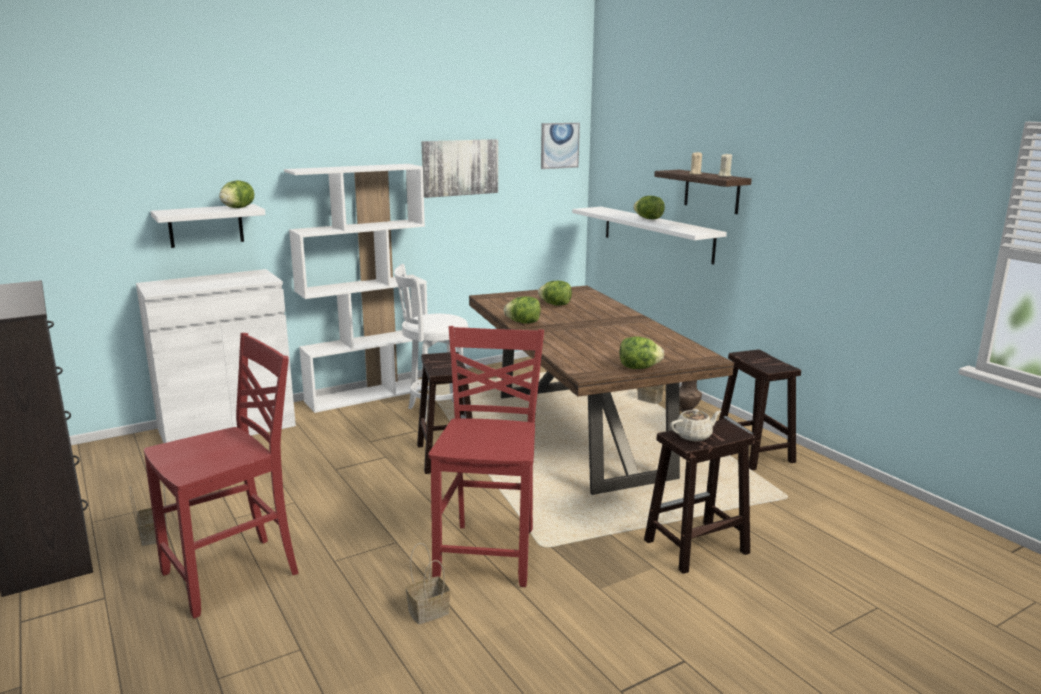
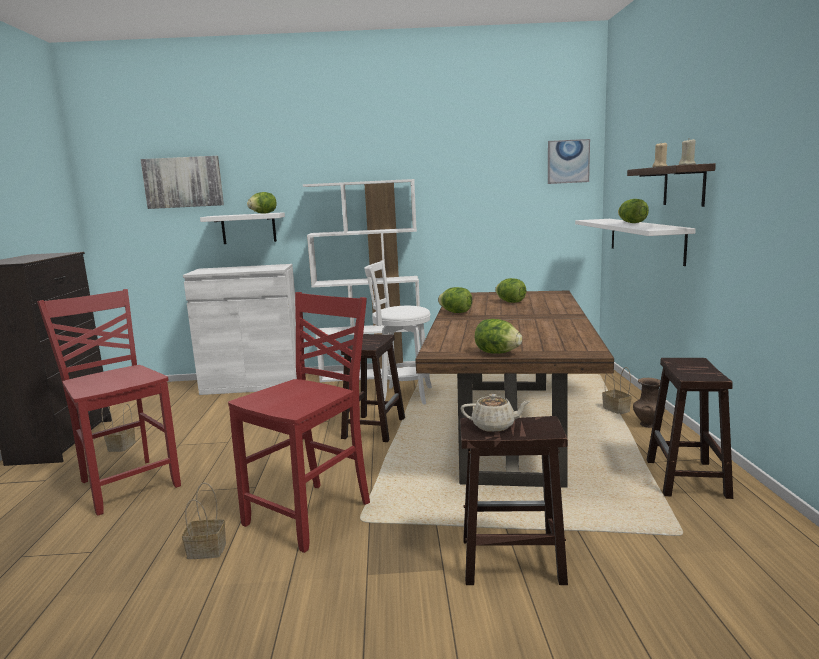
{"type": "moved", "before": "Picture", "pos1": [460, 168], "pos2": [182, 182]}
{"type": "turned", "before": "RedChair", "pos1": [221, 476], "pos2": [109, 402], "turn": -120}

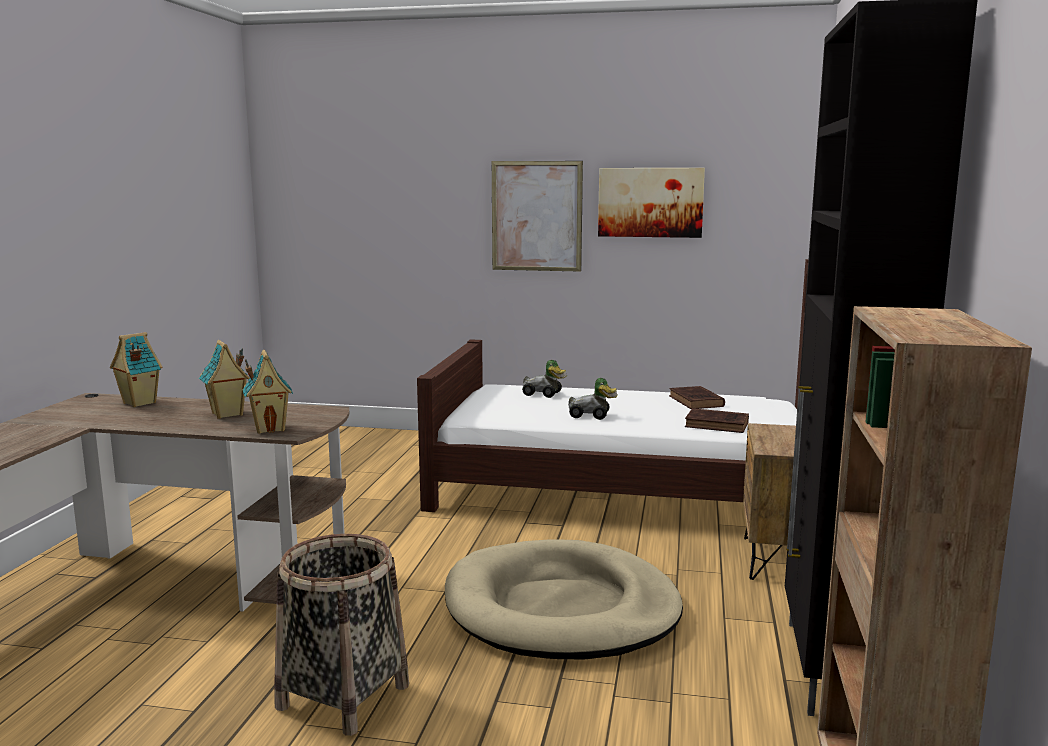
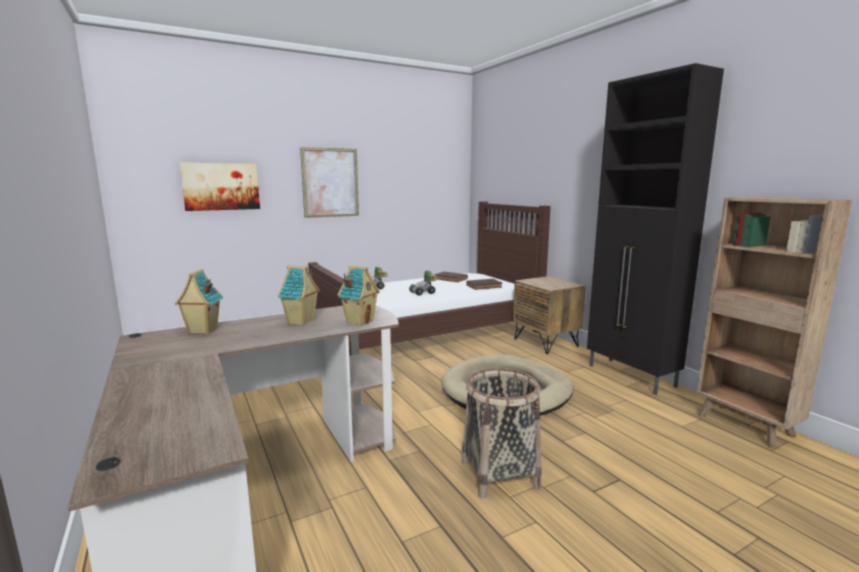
{"type": "moved", "before": "Picture", "pos1": [651, 203], "pos2": [220, 187]}

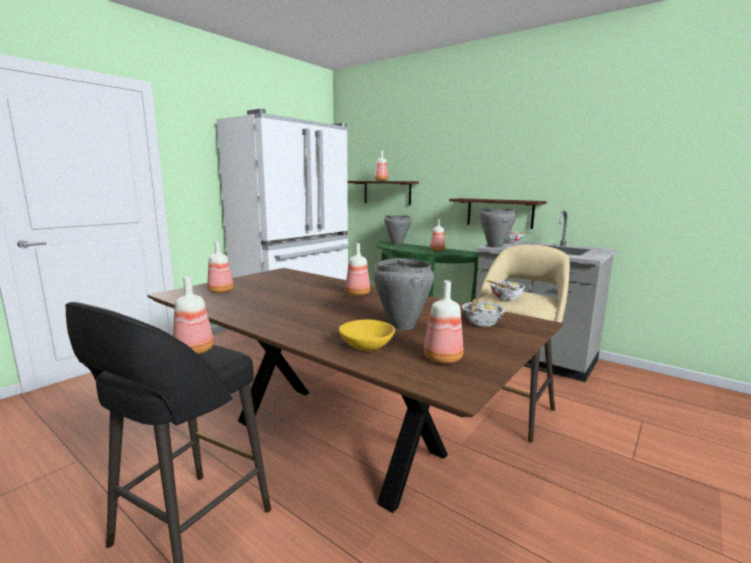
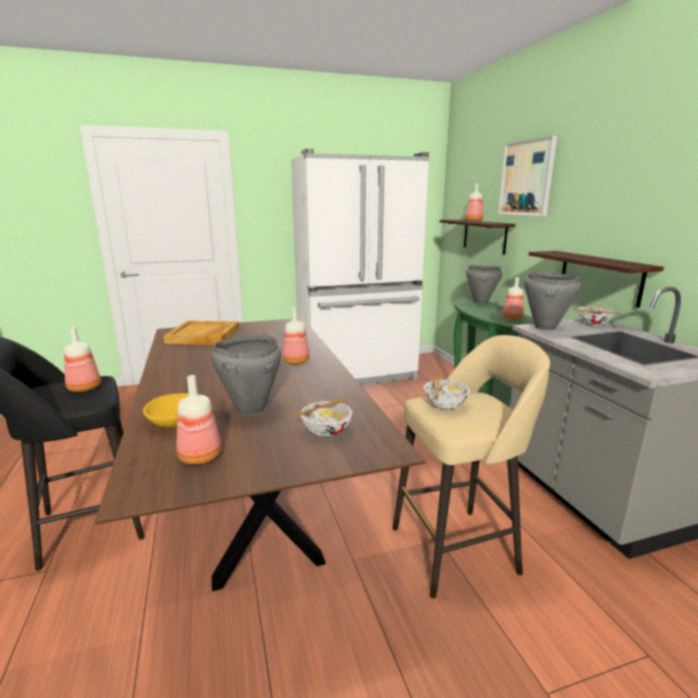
{"type": "added", "after": "Picture", "pos2": [527, 176]}
{"type": "replaced", "before": "Bottle", "after": "BeigeTray", "pos1": [220, 267], "pos2": [201, 333]}

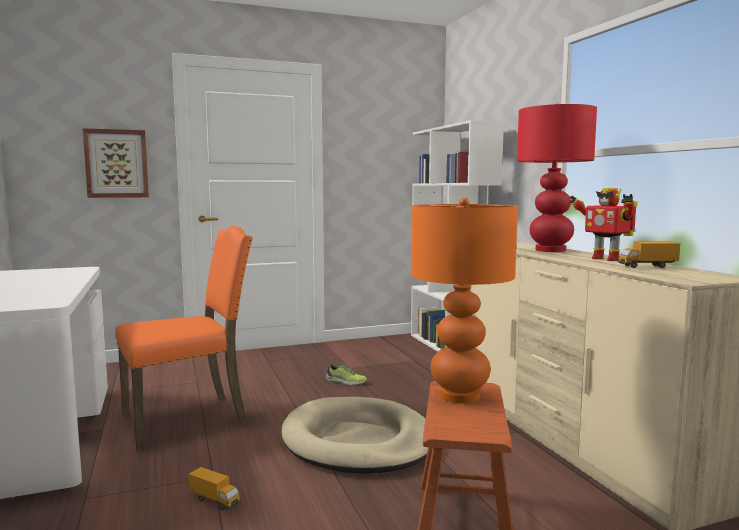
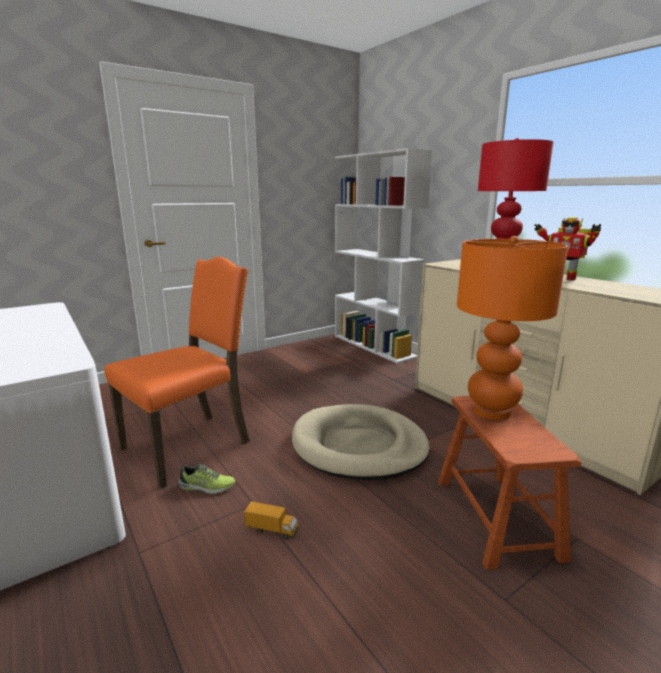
{"type": "removed", "before": "Picture", "pos1": [116, 163]}
{"type": "removed", "before": "ToyTruck", "pos1": [649, 255]}
{"type": "moved", "before": "Shoe", "pos1": [346, 374], "pos2": [206, 479]}

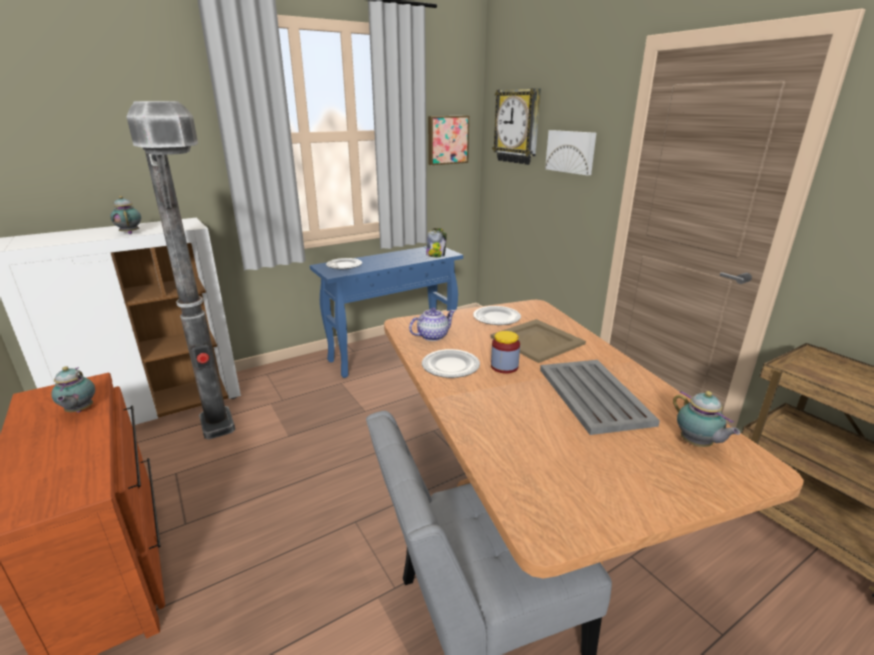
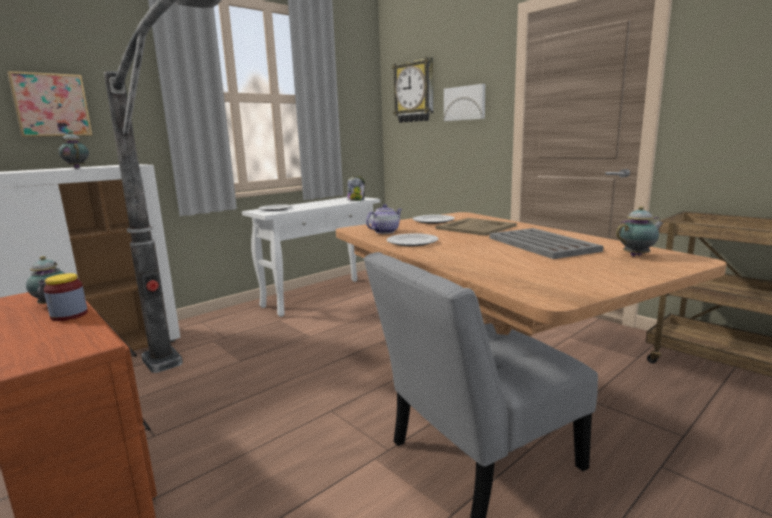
{"type": "moved", "before": "Picture", "pos1": [448, 140], "pos2": [50, 104]}
{"type": "moved", "before": "Jar", "pos1": [505, 352], "pos2": [66, 297]}
{"type": "recoloured", "before": "BlueConsoleTable", "after": "WhiteConsoleTable", "pos1": [386, 312], "pos2": [311, 257]}
{"type": "turned", "before": "Teapot", "pos1": [706, 419], "pos2": [640, 231], "turn": -75}

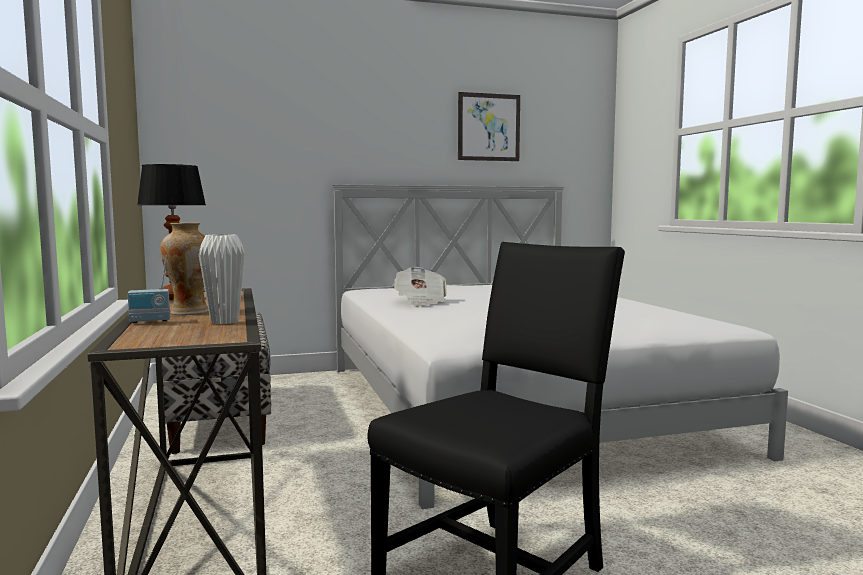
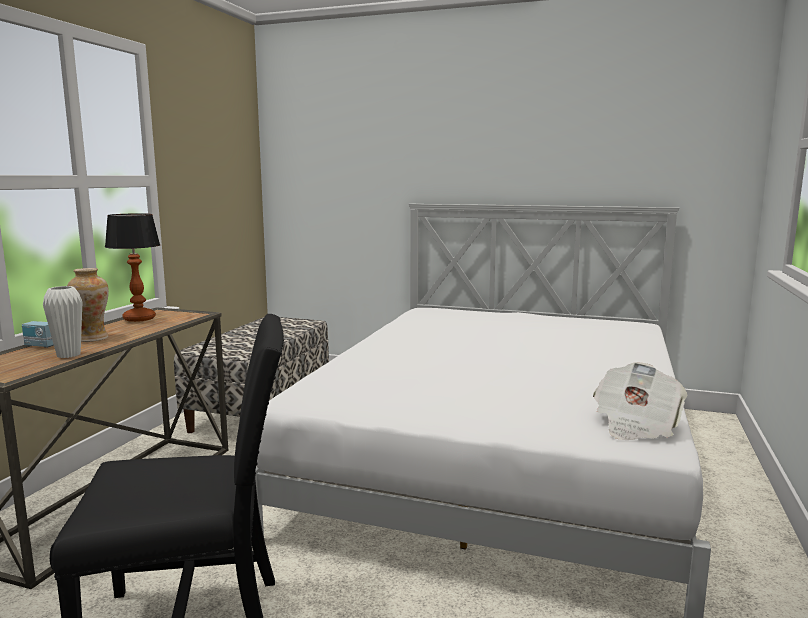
{"type": "removed", "before": "Picture", "pos1": [489, 126]}
{"type": "moved", "before": "Newspaper", "pos1": [420, 286], "pos2": [640, 401]}

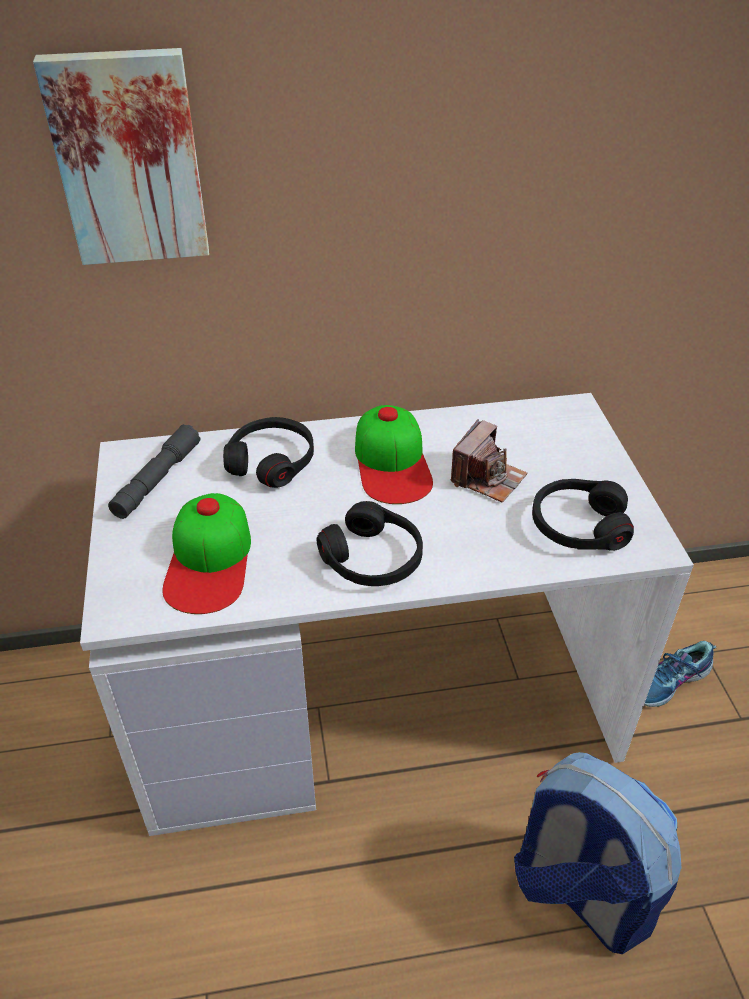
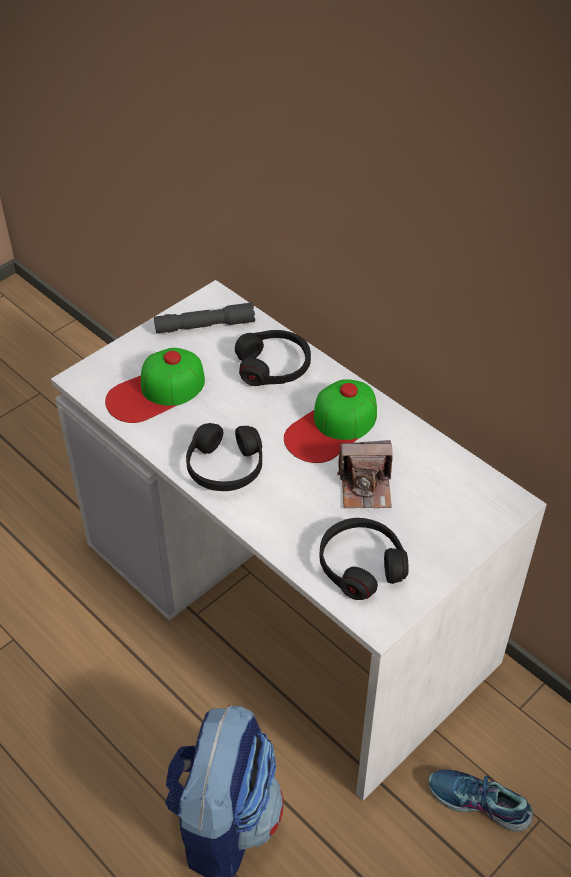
{"type": "removed", "before": "Picture", "pos1": [121, 156]}

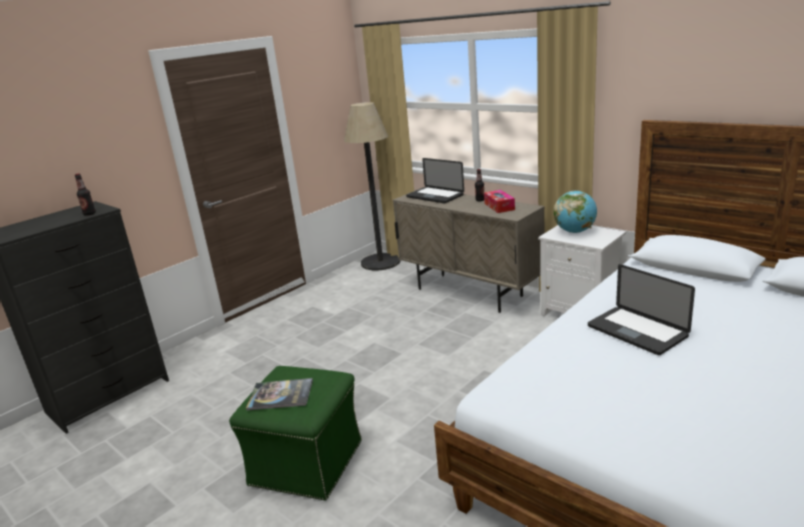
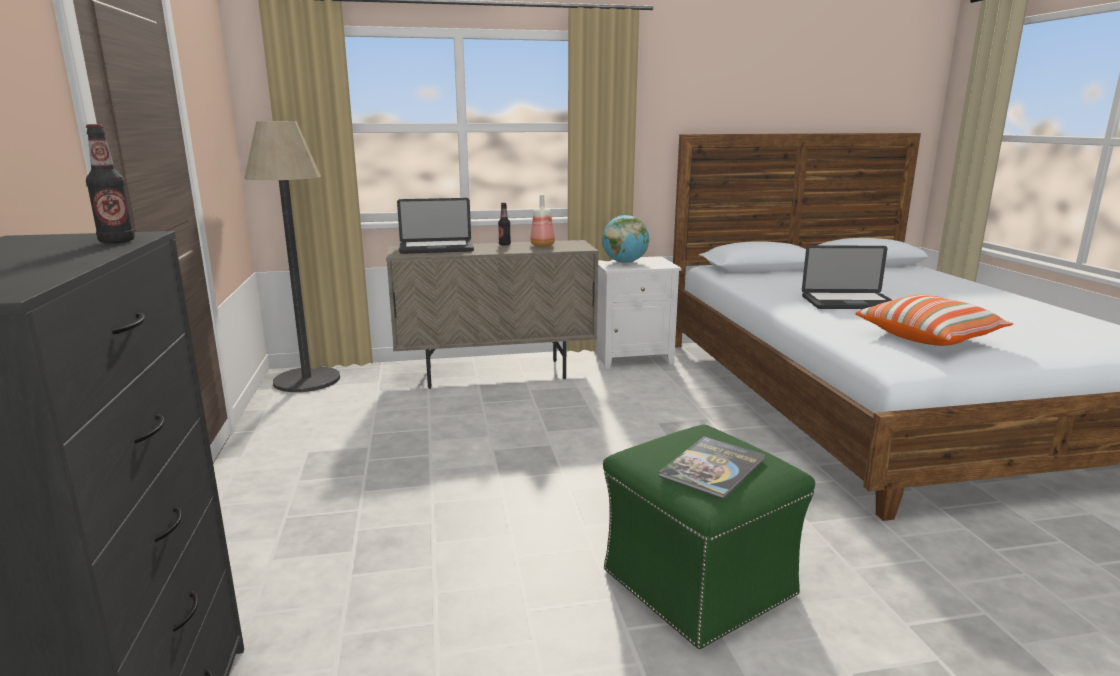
{"type": "added", "after": "Pillow", "pos2": [934, 320]}
{"type": "replaced", "before": "TissueBox", "after": "Bottle", "pos1": [499, 201], "pos2": [542, 221]}

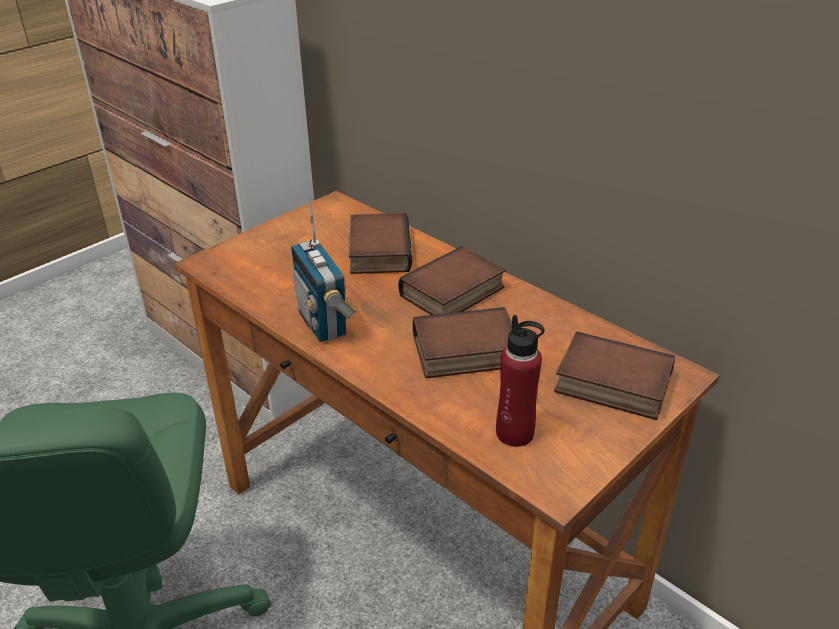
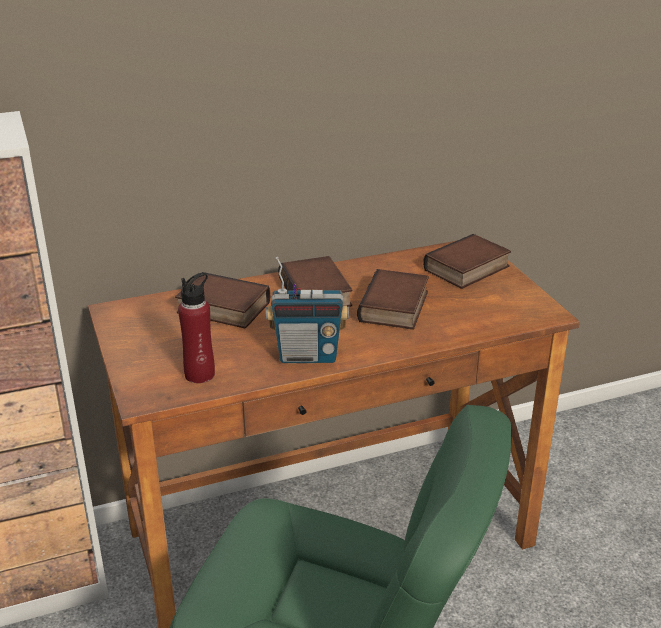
{"type": "moved", "before": "RedBottle", "pos1": [520, 381], "pos2": [196, 328]}

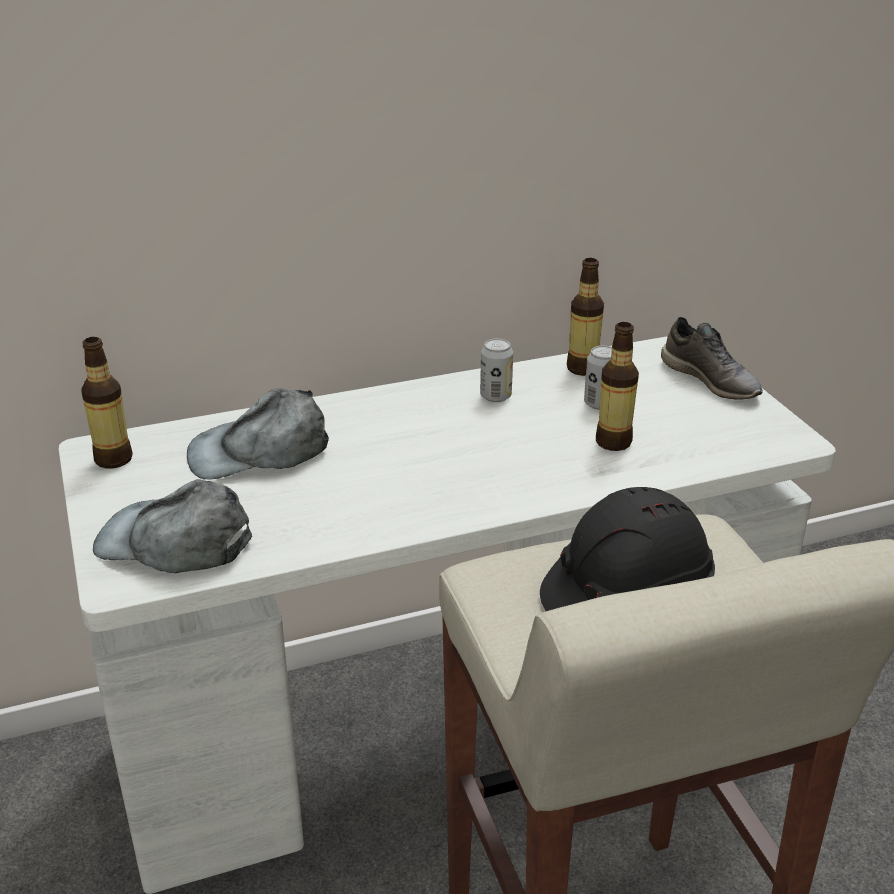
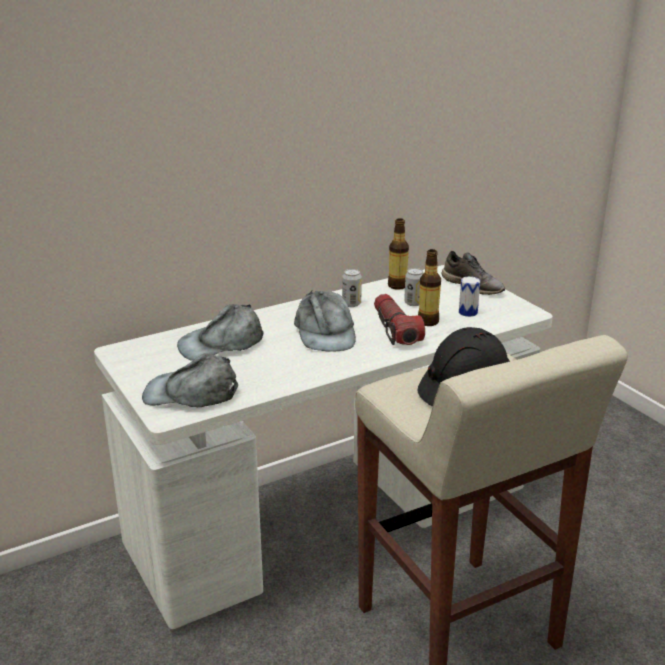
{"type": "removed", "before": "Bottle", "pos1": [107, 403]}
{"type": "added", "after": "GreyCap", "pos2": [325, 321]}
{"type": "added", "after": "Flashlight", "pos2": [399, 319]}
{"type": "added", "after": "Can", "pos2": [469, 296]}

